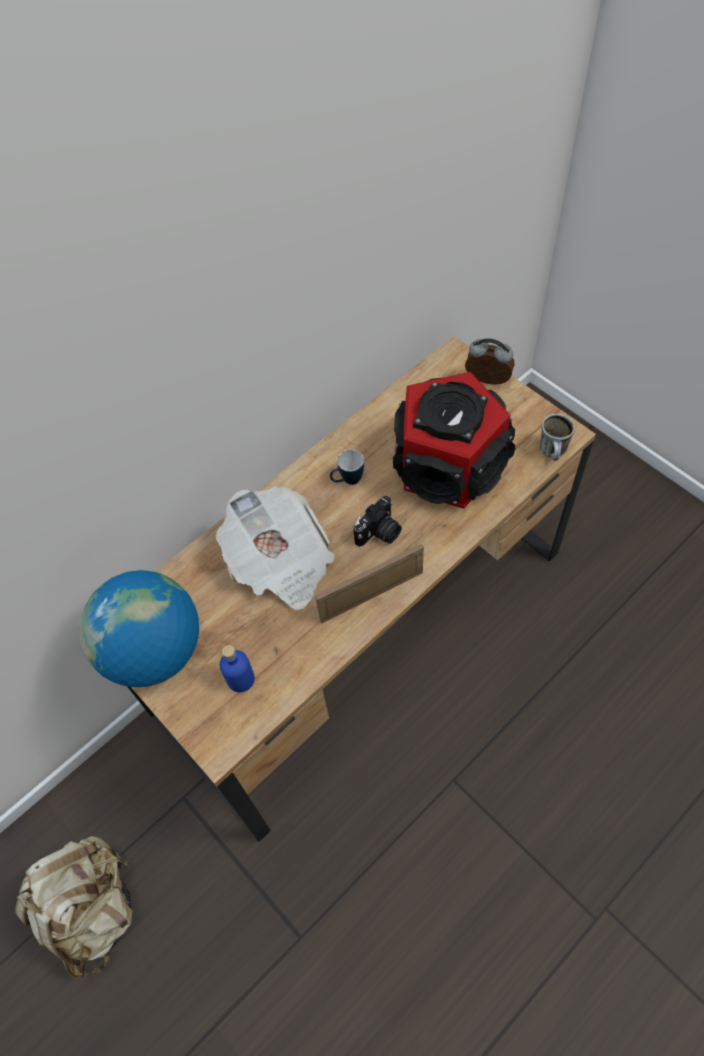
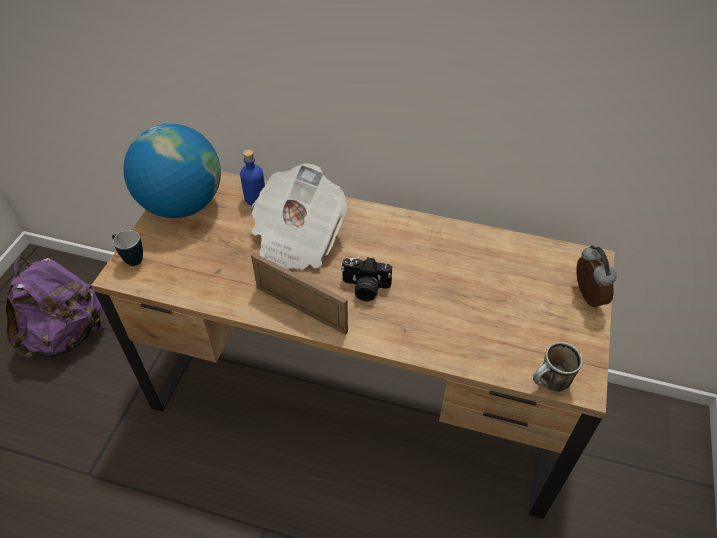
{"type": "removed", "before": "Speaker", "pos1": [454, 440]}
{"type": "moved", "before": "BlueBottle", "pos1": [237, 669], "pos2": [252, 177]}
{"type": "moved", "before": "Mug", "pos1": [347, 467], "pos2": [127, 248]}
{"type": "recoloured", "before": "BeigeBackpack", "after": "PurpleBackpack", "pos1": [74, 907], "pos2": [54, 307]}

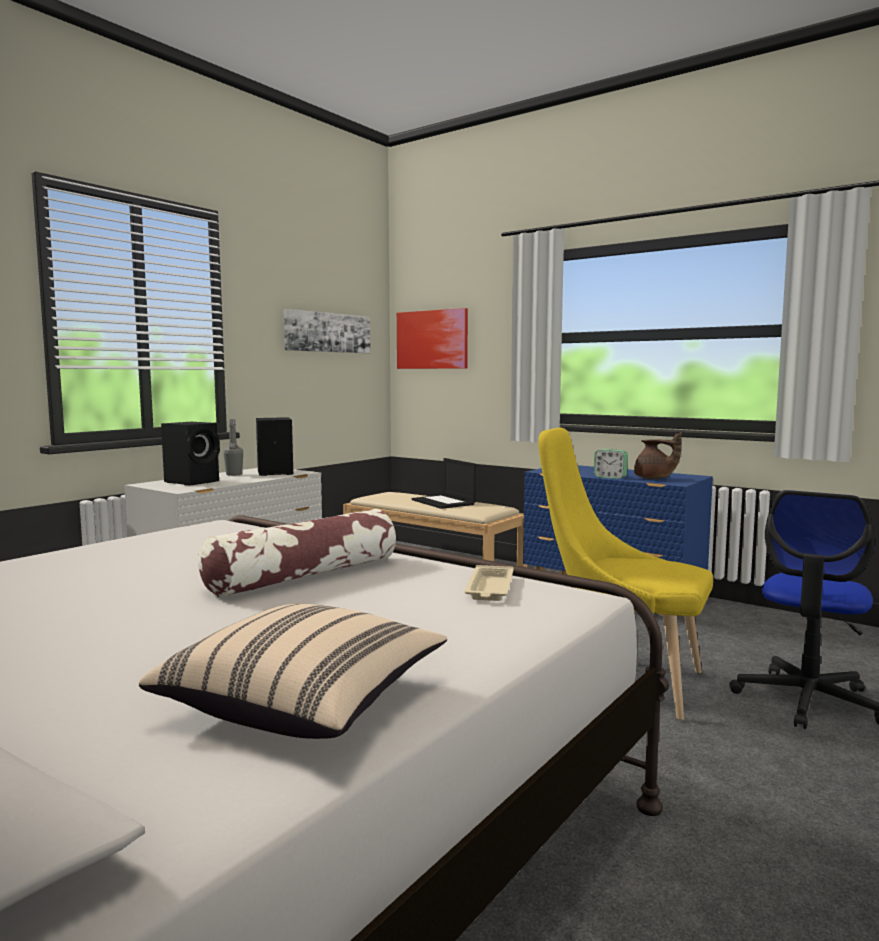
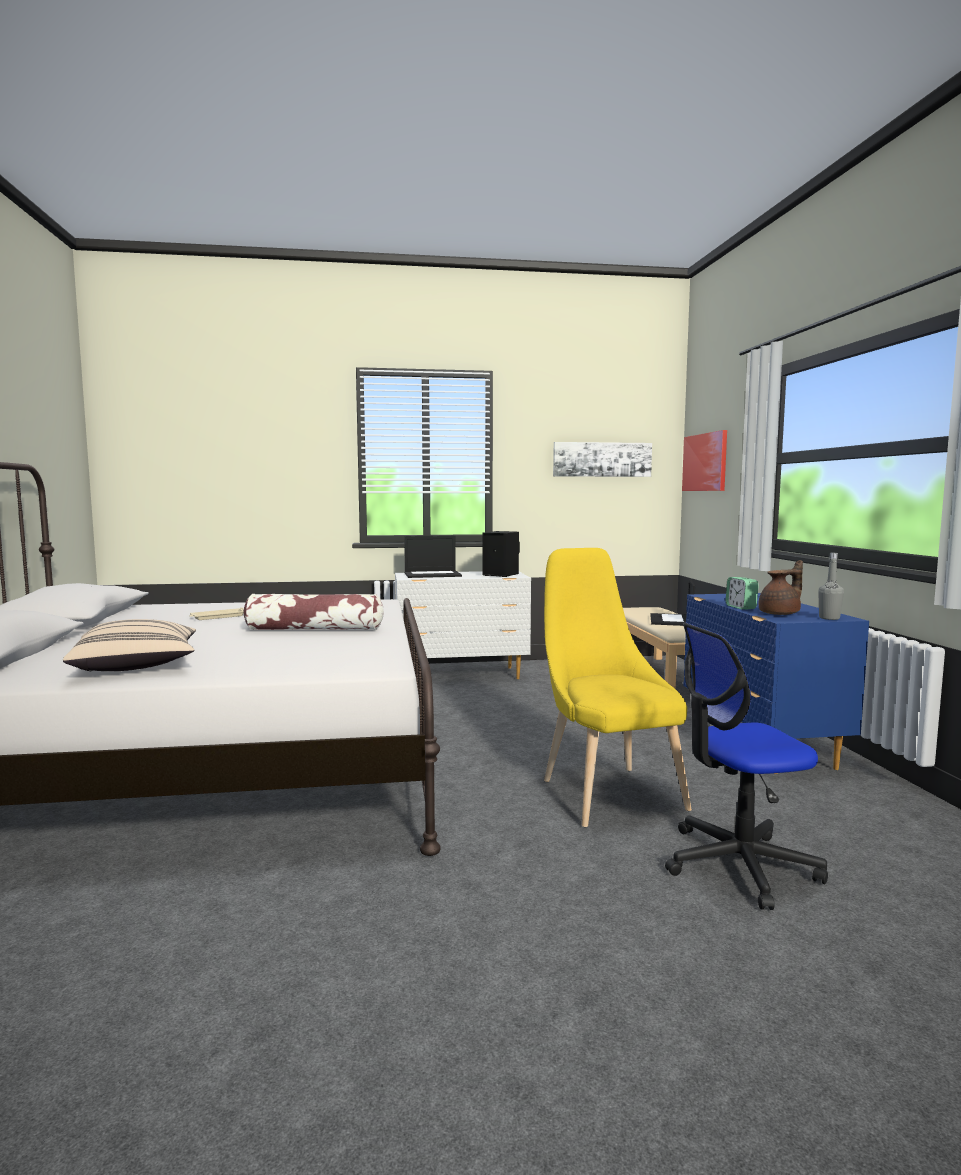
{"type": "moved", "before": "GreyBottle", "pos1": [233, 447], "pos2": [831, 586]}
{"type": "moved", "before": "BeigeTray", "pos1": [489, 583], "pos2": [217, 613]}
{"type": "replaced", "before": "BlackSpeaker", "after": "Laptop", "pos1": [190, 453], "pos2": [433, 556]}
{"type": "turned", "before": "BrownTeapot", "pos1": [658, 455], "pos2": [781, 587], "turn": -105}

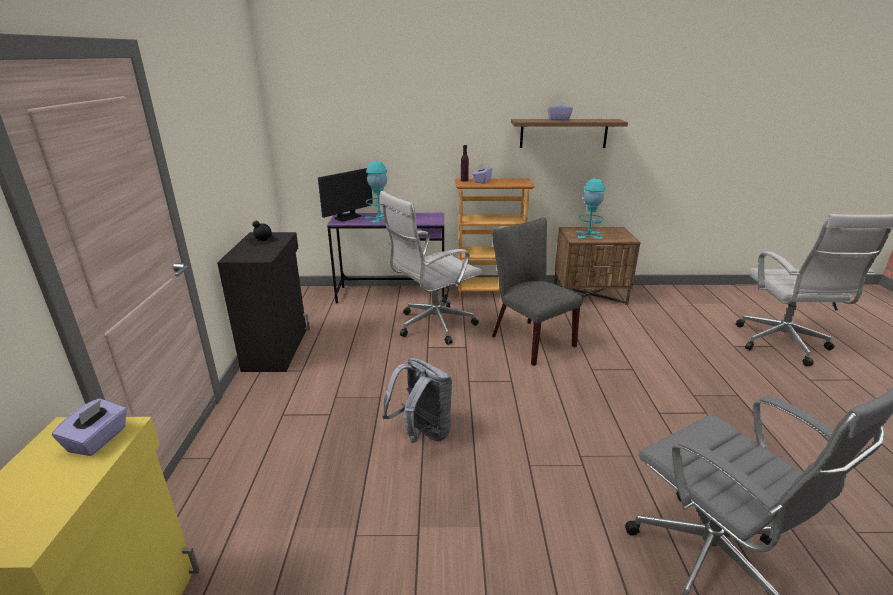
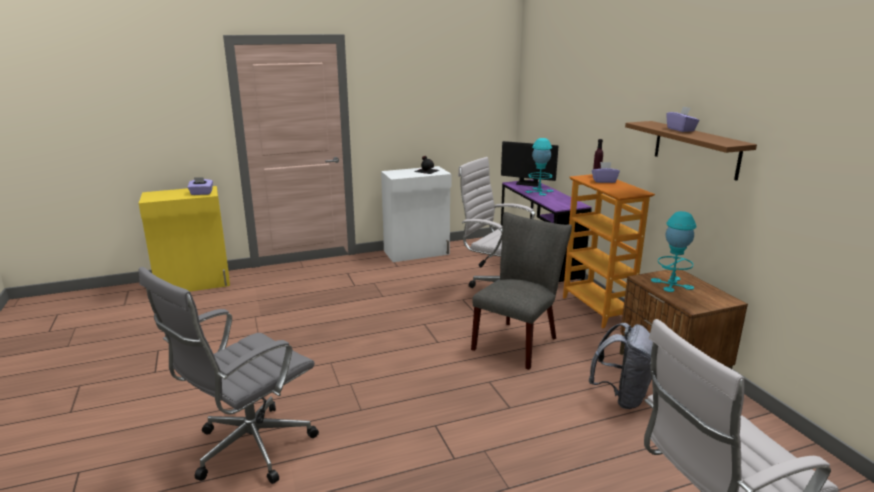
{"type": "moved", "before": "GreyBackpack", "pos1": [417, 400], "pos2": [621, 366]}
{"type": "recoloured", "before": "BlackCabinet", "after": "WhiteCabinet", "pos1": [263, 302], "pos2": [416, 214]}

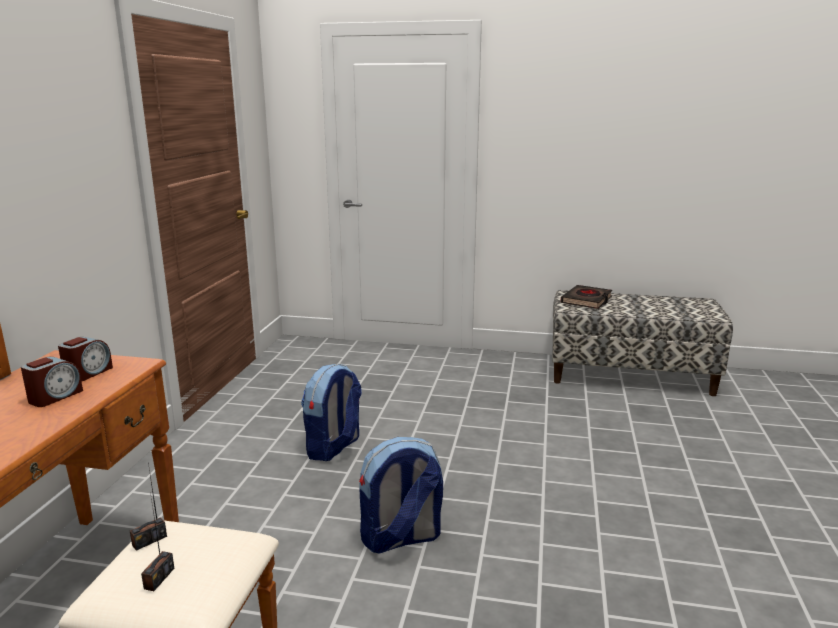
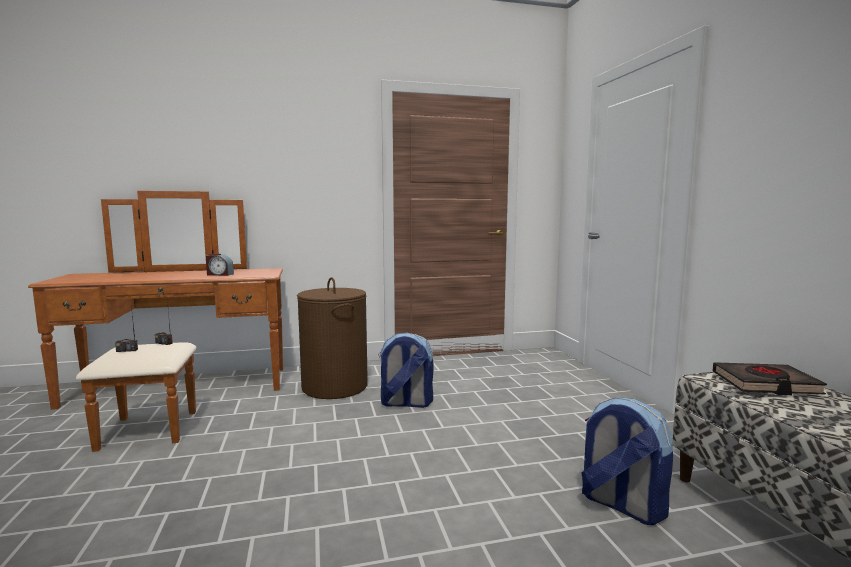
{"type": "removed", "before": "AlarmClock", "pos1": [85, 359]}
{"type": "added", "after": "BrownLaundryBasket", "pos2": [332, 338]}
{"type": "moved", "before": "Backpack", "pos1": [401, 495], "pos2": [627, 461]}

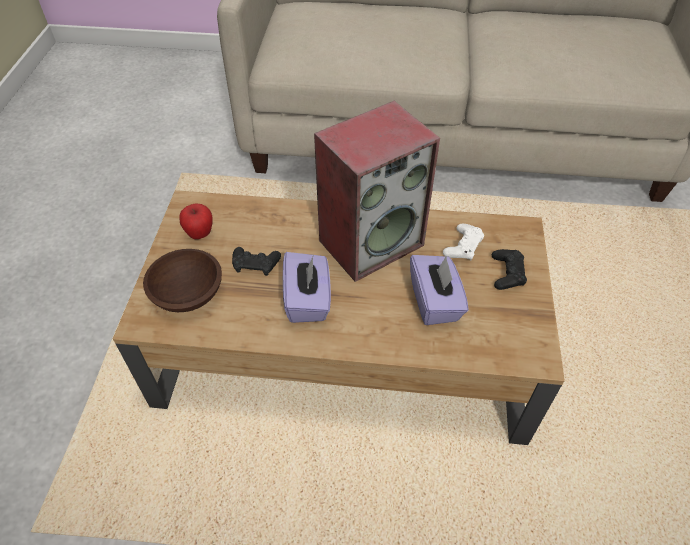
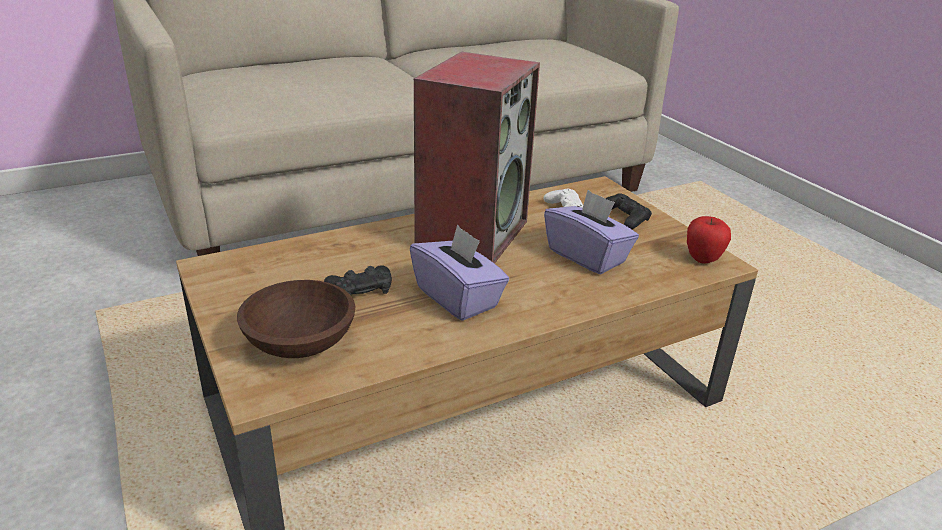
{"type": "moved", "before": "Apple", "pos1": [196, 221], "pos2": [709, 240]}

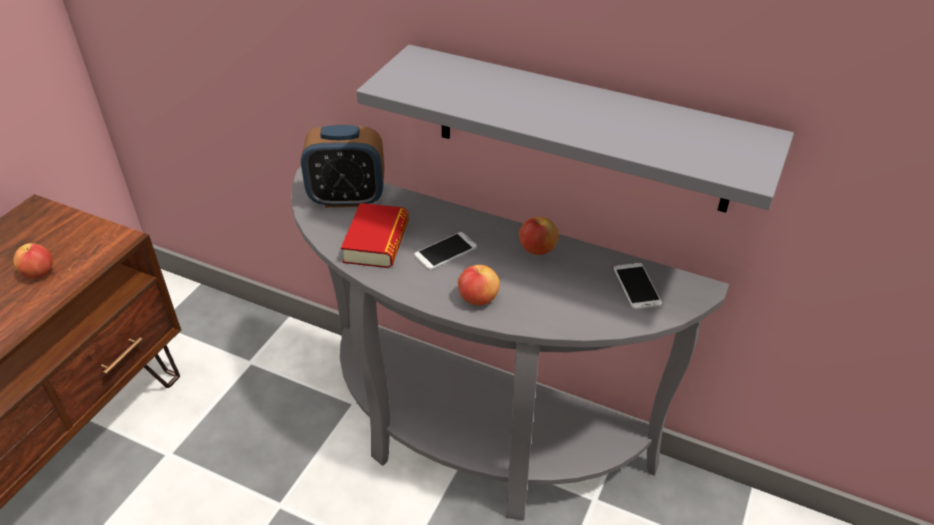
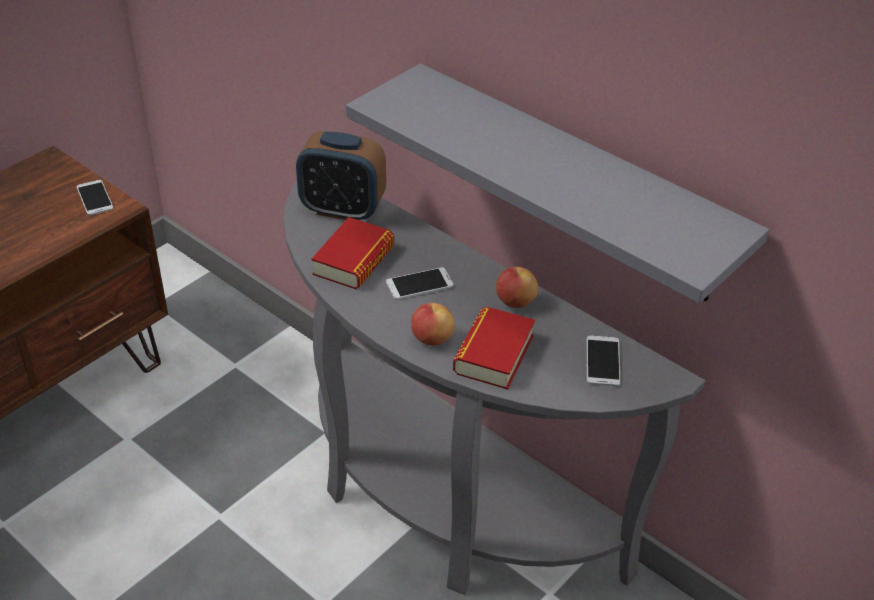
{"type": "removed", "before": "Apple", "pos1": [33, 261]}
{"type": "added", "after": "Phone", "pos2": [95, 197]}
{"type": "added", "after": "Book", "pos2": [494, 347]}

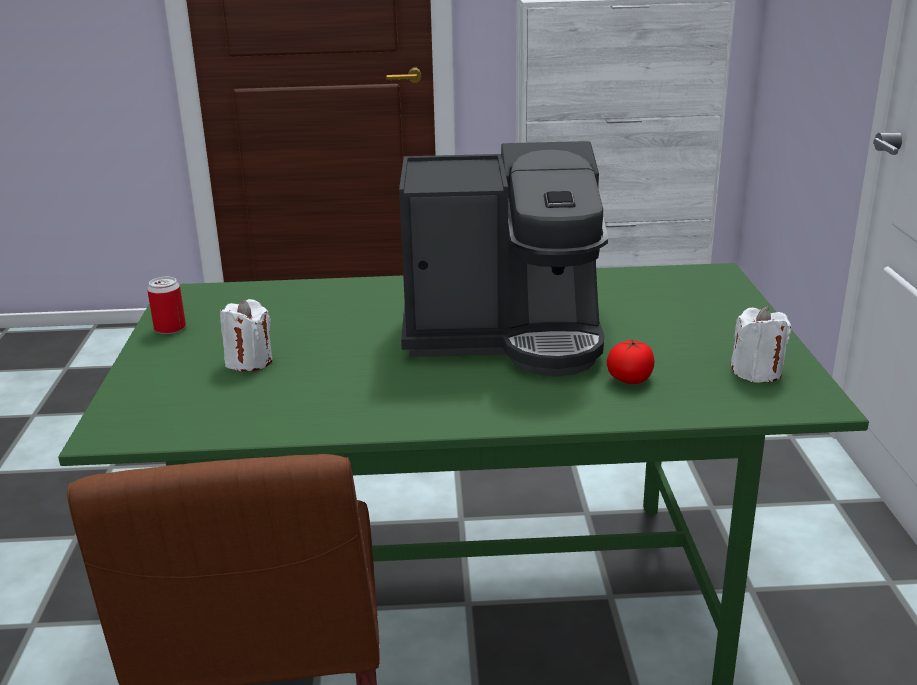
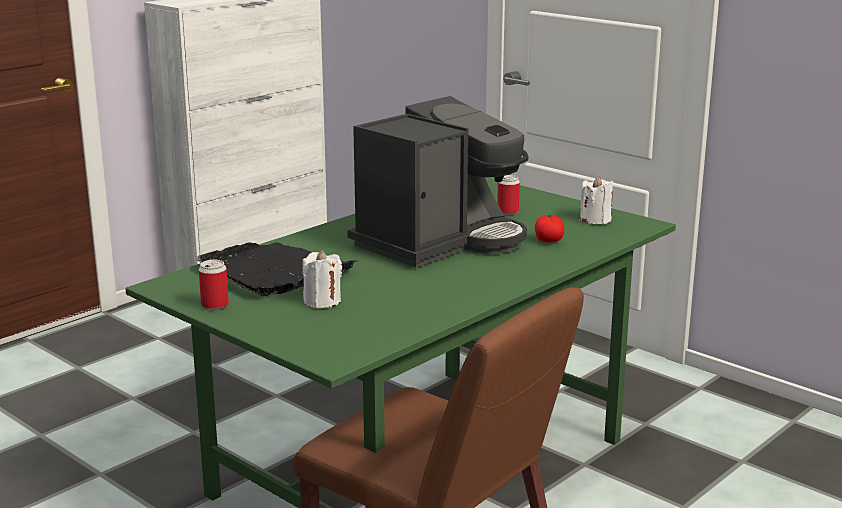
{"type": "added", "after": "BlackTray", "pos2": [276, 269]}
{"type": "added", "after": "Can", "pos2": [508, 195]}

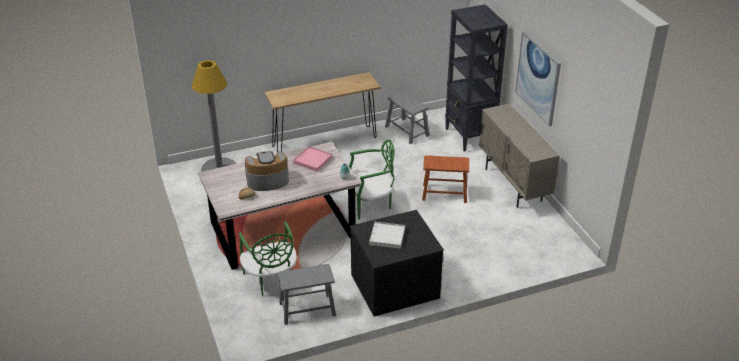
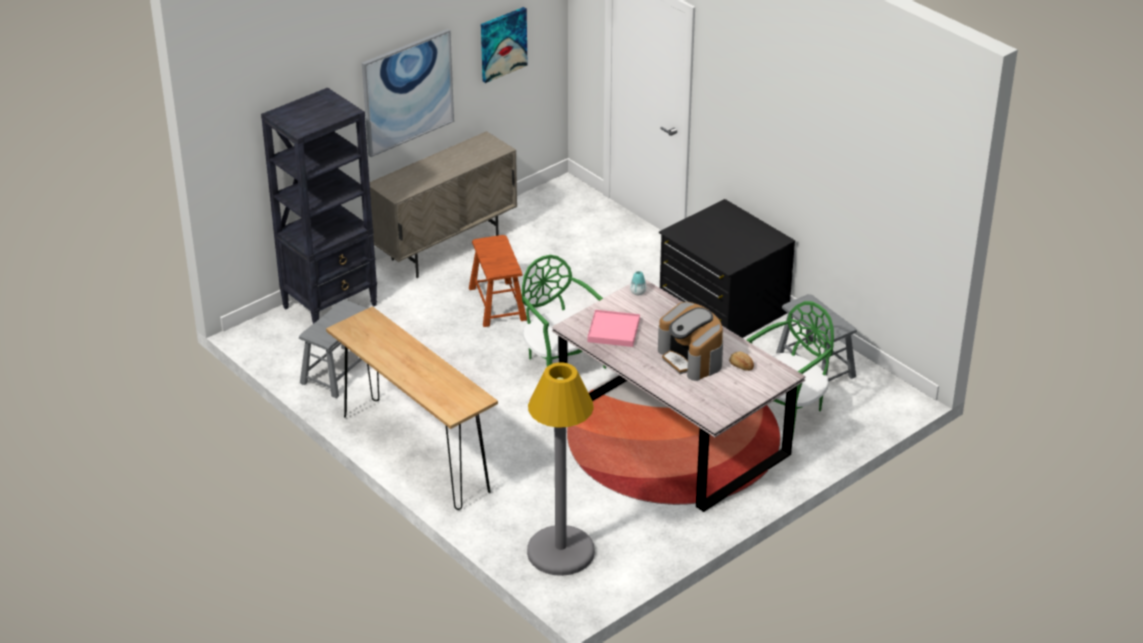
{"type": "removed", "before": "WhiteTray", "pos1": [387, 235]}
{"type": "added", "after": "Picture", "pos2": [504, 45]}

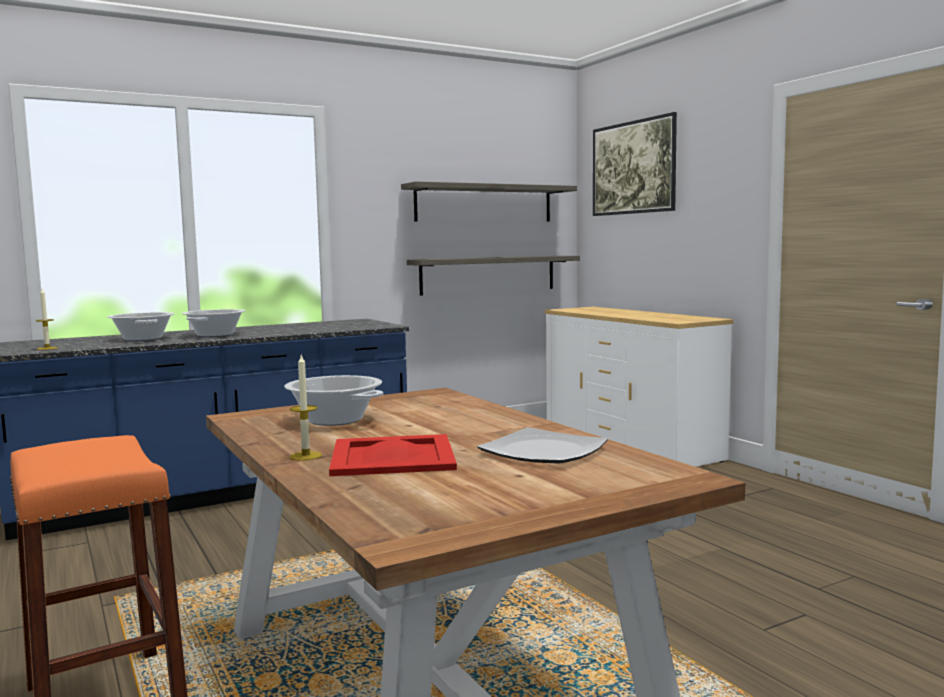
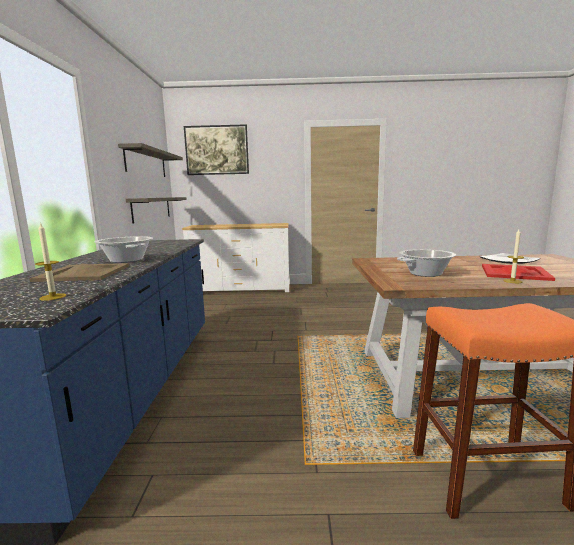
{"type": "replaced", "before": "CookingPot", "after": "BeigeTray", "pos1": [140, 326], "pos2": [79, 272]}

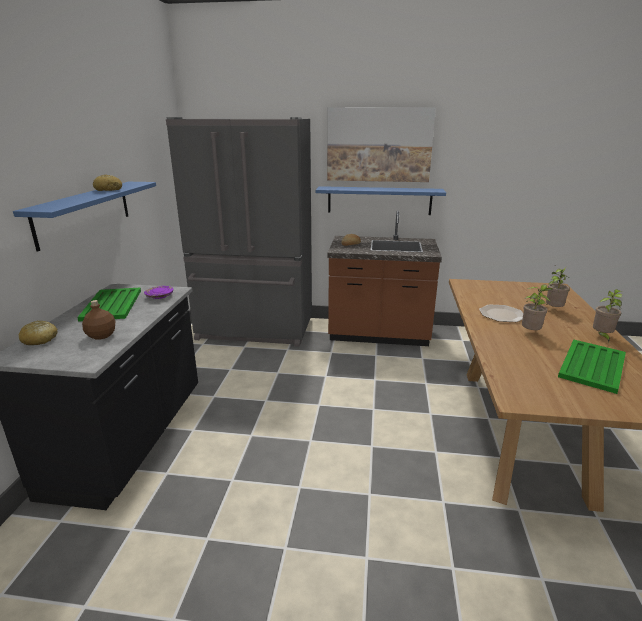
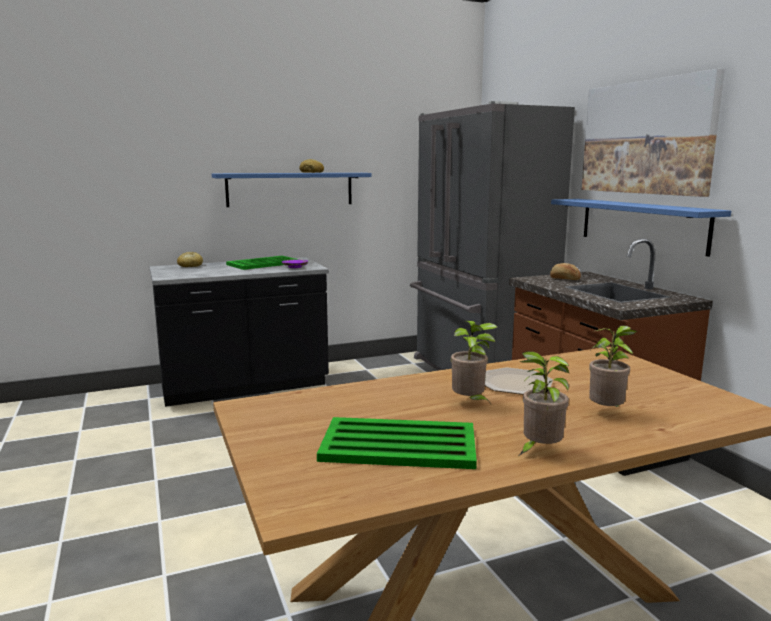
{"type": "removed", "before": "BrownBottle", "pos1": [98, 320]}

